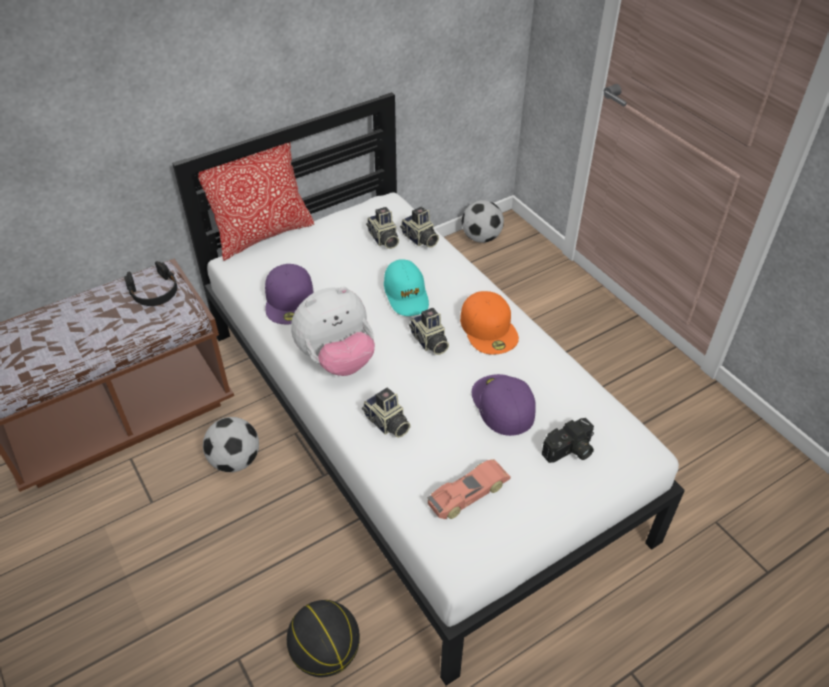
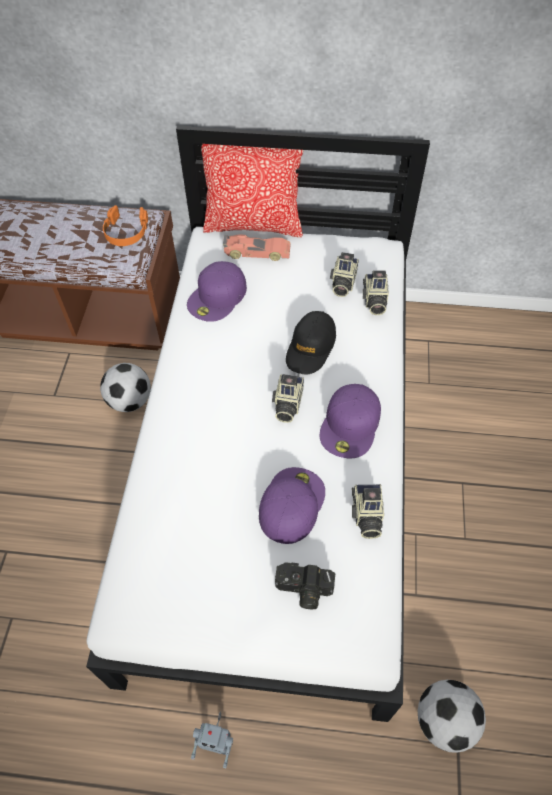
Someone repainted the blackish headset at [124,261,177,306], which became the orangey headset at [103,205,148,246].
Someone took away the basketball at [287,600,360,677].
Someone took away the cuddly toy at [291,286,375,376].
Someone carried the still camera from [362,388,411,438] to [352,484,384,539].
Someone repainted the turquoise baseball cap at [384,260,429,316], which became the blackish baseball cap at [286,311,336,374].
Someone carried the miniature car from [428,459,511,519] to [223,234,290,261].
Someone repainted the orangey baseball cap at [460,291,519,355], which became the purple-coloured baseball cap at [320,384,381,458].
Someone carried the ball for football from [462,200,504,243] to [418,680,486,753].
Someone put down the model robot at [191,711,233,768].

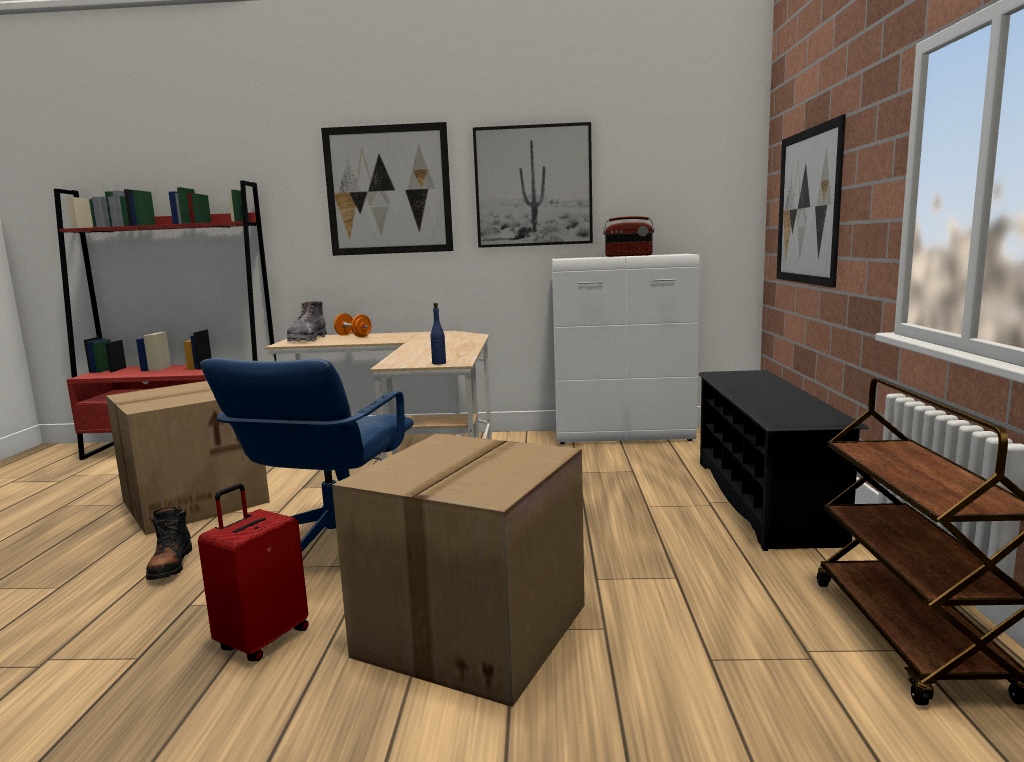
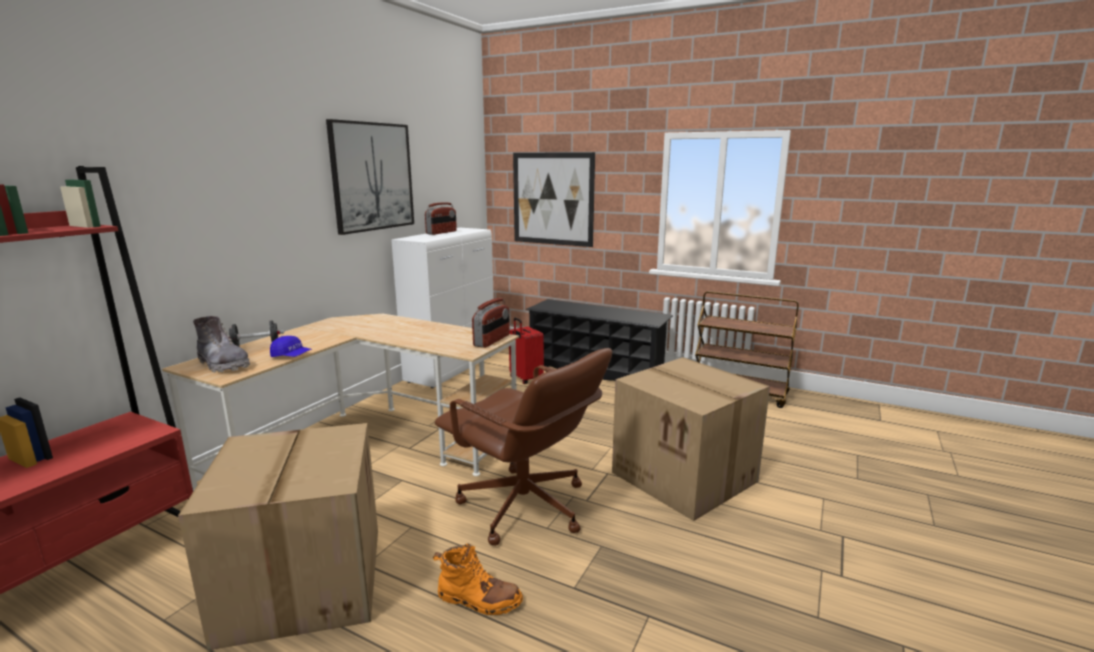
Someone repainted the blackish boot at [146,506,192,580], which became the orangey boot at [433,544,523,615].
Someone carried the reddish piece of luggage from [198,484,309,661] to [509,318,544,384].
Someone repainted the bluish office chair at [201,358,414,551], which became the brownish office chair at [435,348,612,546].
Someone took away the picture at [321,122,453,256].
Someone repainted the orangey dumbbell at [334,313,371,337], which became the blackish dumbbell at [229,320,284,347].
Someone swapped the bluish beverage bottle at [431,303,446,365] for the radio set at [472,298,510,348].
Someone put down the bluish baseball cap at [270,336,312,357].

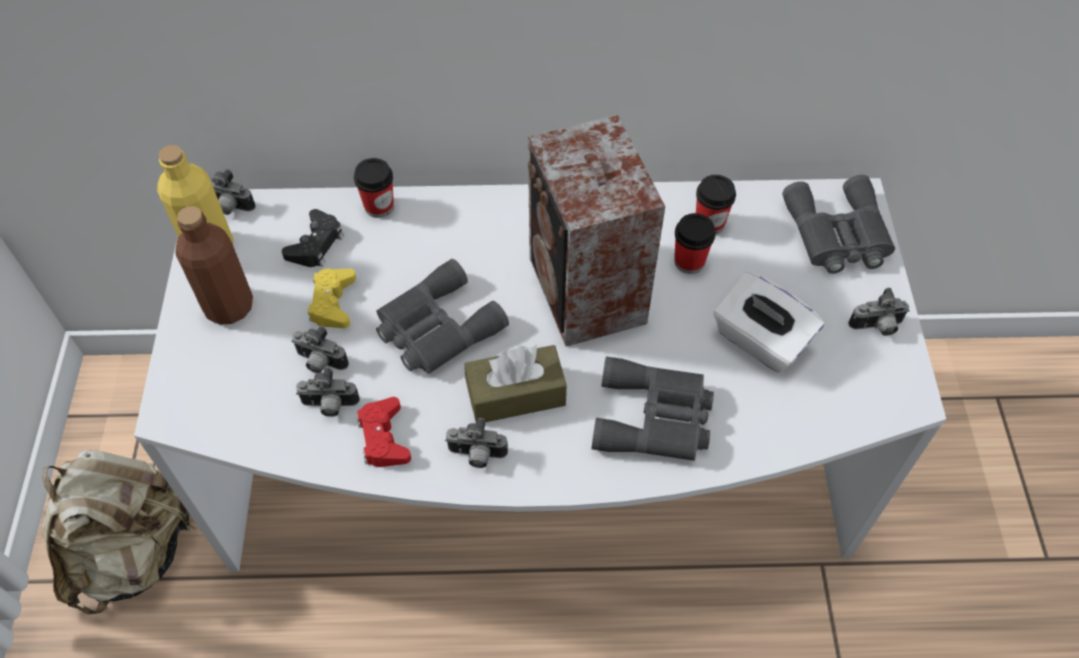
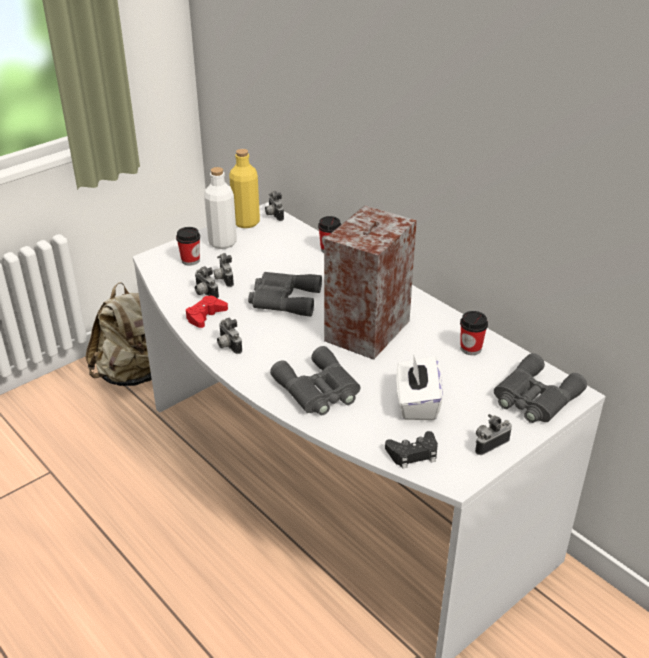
Someone repainted the brownish beverage bottle at [175,206,253,325], which became the white-coloured beverage bottle at [204,167,237,249].
Someone carried the blackish game controller from [282,209,344,267] to [385,431,438,469].
Someone took away the yellow game controller at [308,268,356,328].
Someone took away the brownish tissue box at [465,345,567,424].
Someone carried the drinking cup from [674,213,716,274] to [176,227,200,266].
Someone rotated the still camera at [848,288,910,336] by 105 degrees clockwise.

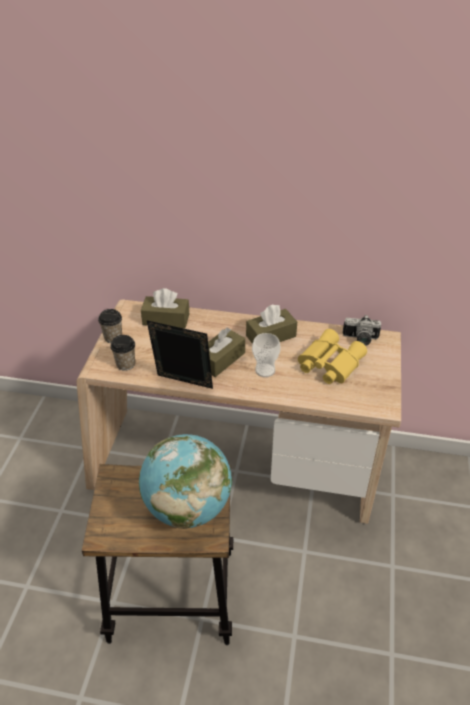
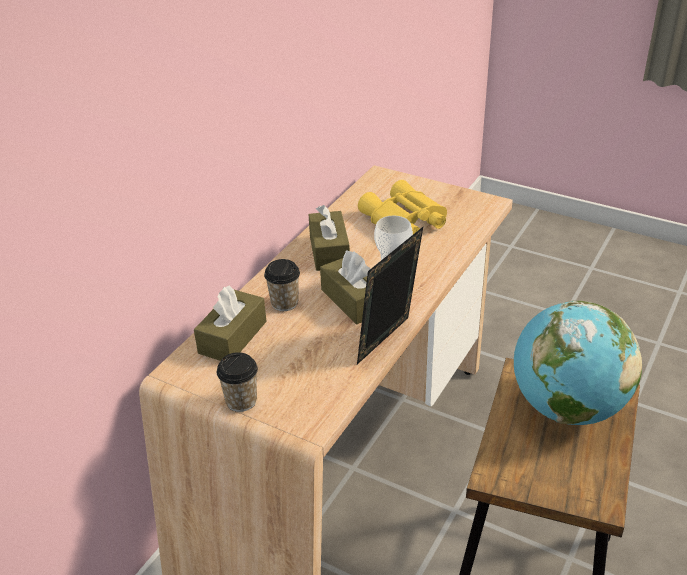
Someone carried the drinking cup from [110,335,135,371] to [264,259,300,311].
Someone took away the still camera at [343,315,381,346].

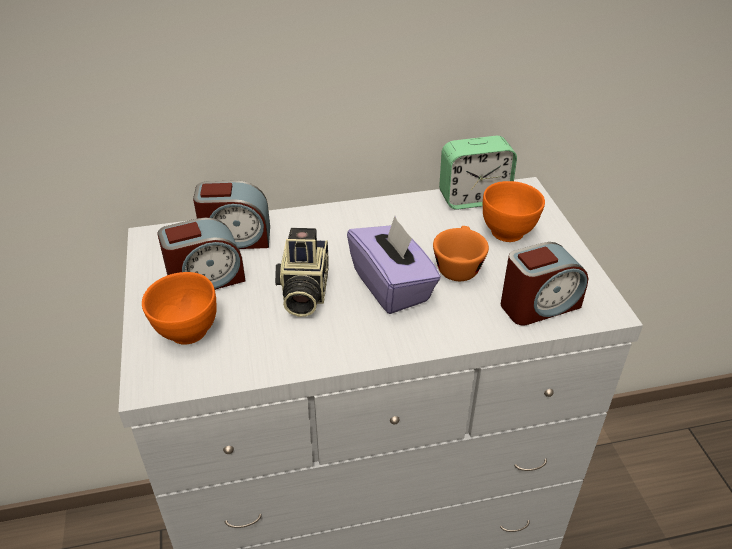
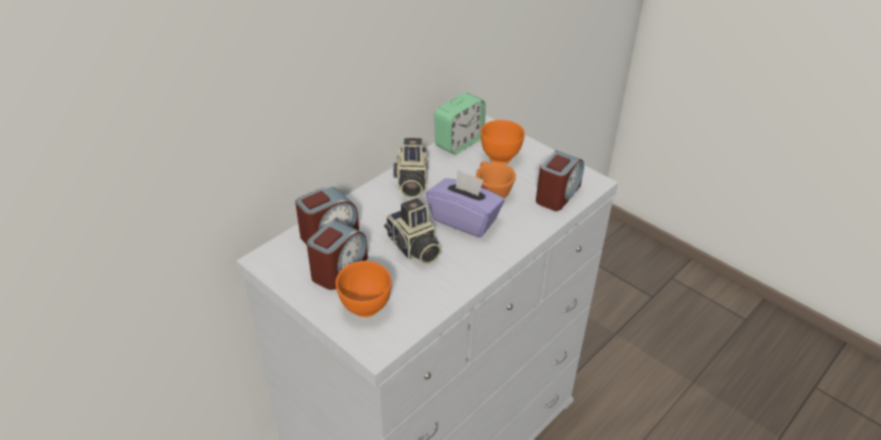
Someone put down the still camera at [393,138,429,198].

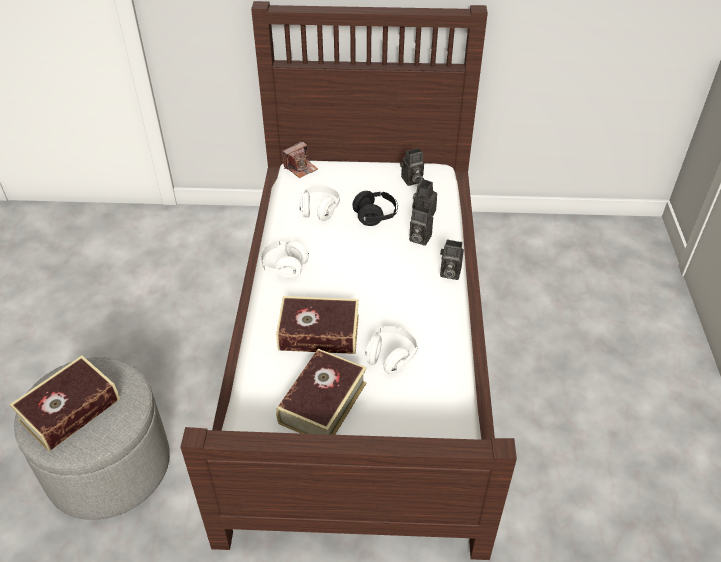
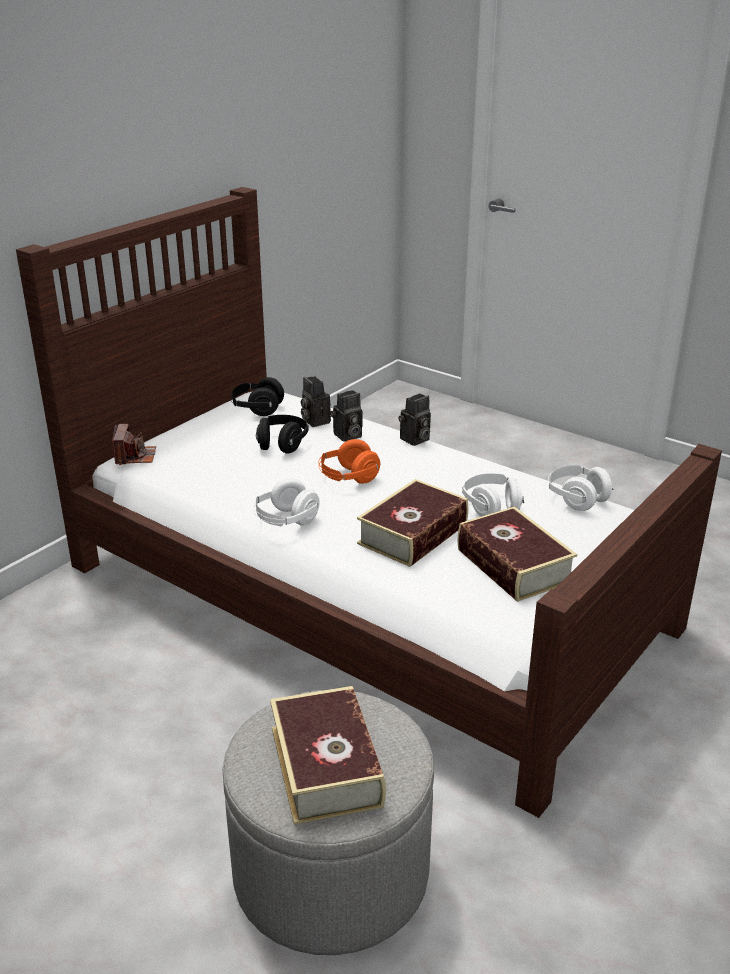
Someone carried the white-coloured headset from [299,185,340,221] to [548,465,614,511].
Someone swapped the still camera at [400,148,424,186] for the blackish headset at [230,377,284,416].
Someone put down the orangey headset at [319,439,380,484].

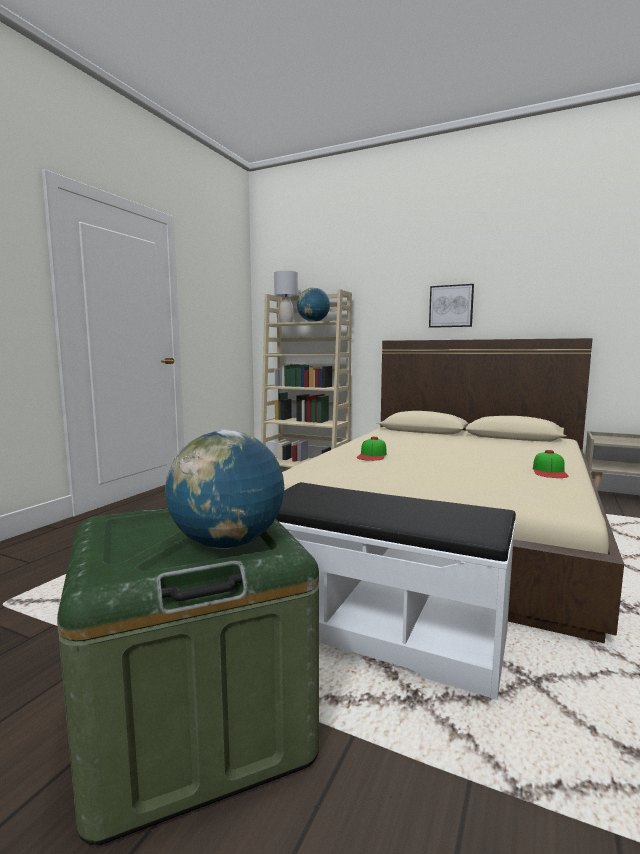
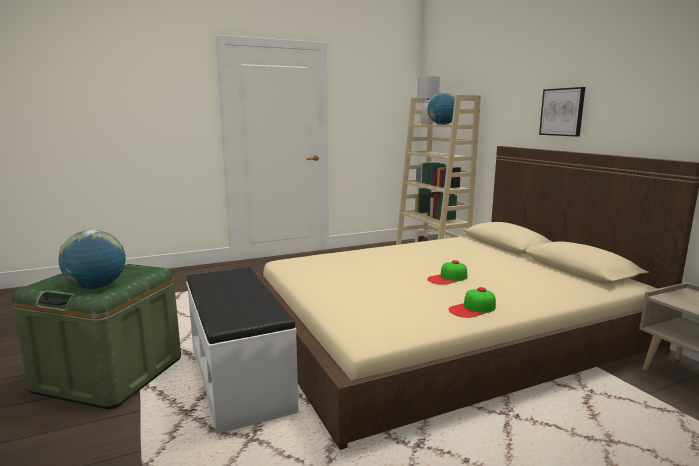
Someone carried the baseball cap from [357,437,387,461] to [427,260,467,285].

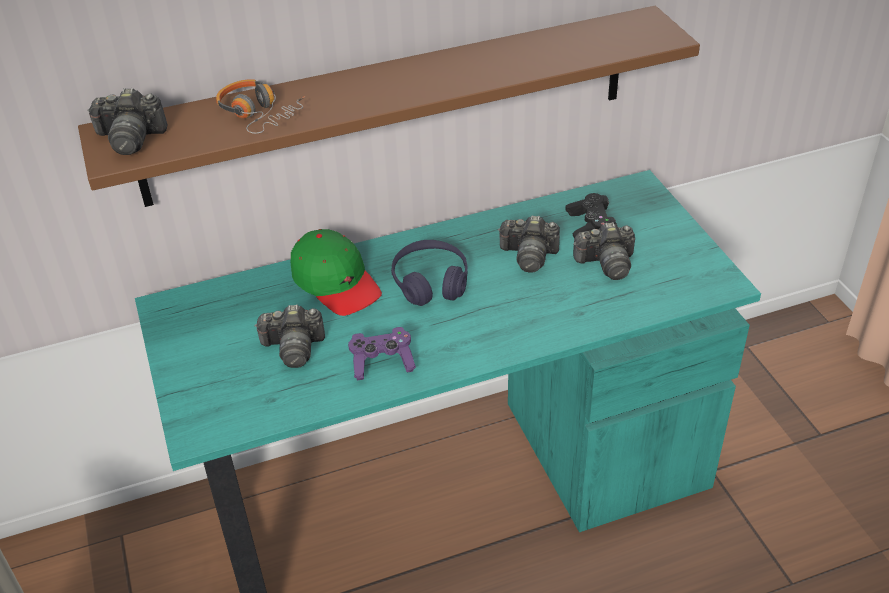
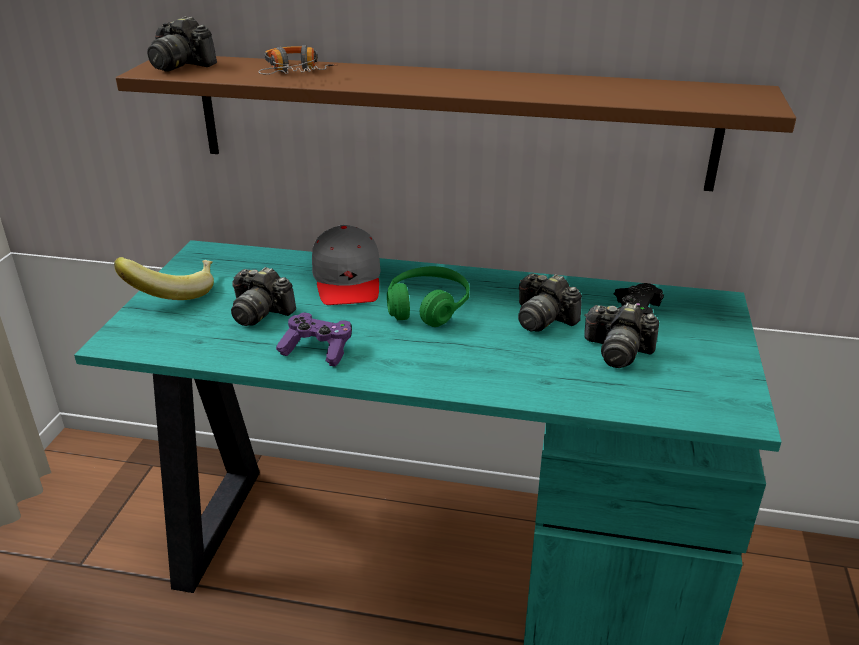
Someone repainted the green-coloured baseball cap at [291,229,382,316], which became the greyish baseball cap at [312,225,381,305].
Someone repainted the purple-coloured headset at [391,240,468,306], which became the green-coloured headset at [387,266,469,327].
Someone put down the whole banana at [114,257,214,300].

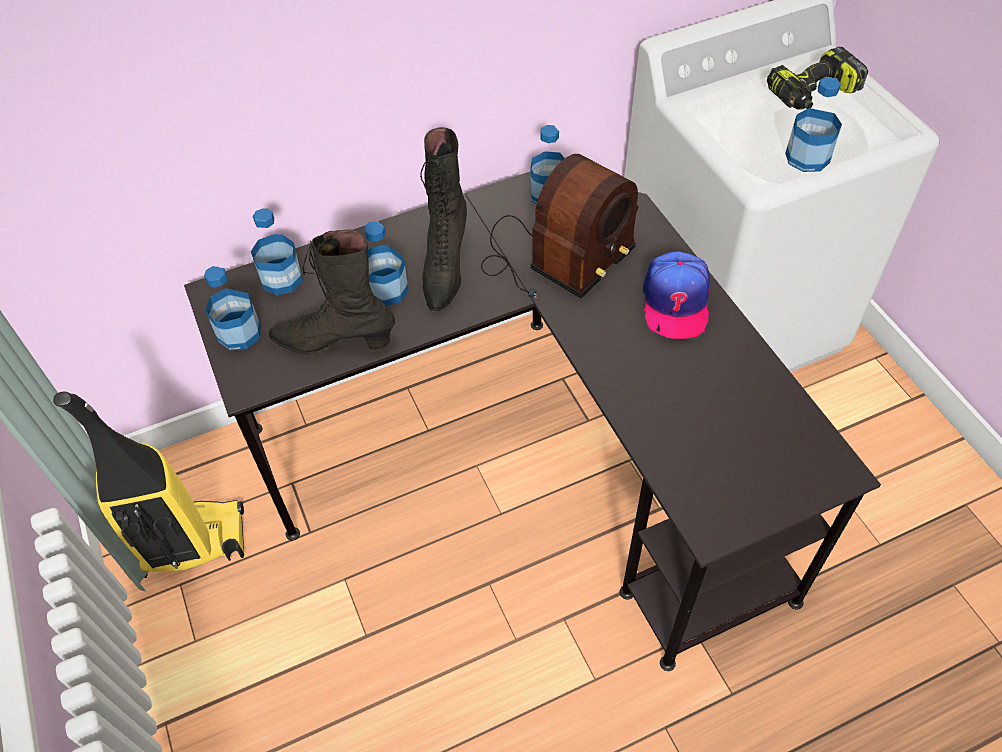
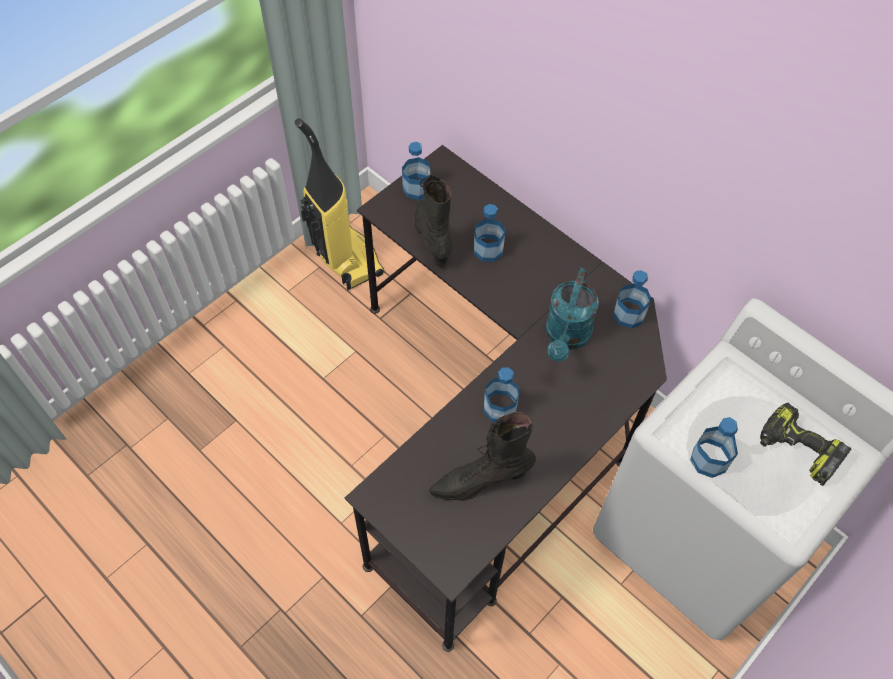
Someone carried the beverage bottle from [251,208,303,295] to [484,367,520,422].
Someone carried the blackish boot from [420,127,467,312] to [429,412,536,500].
Someone swapped the radio set at [481,154,639,298] for the turquoise sprinkling can at [546,268,599,362].
Someone took away the baseball cap at [643,251,710,339].

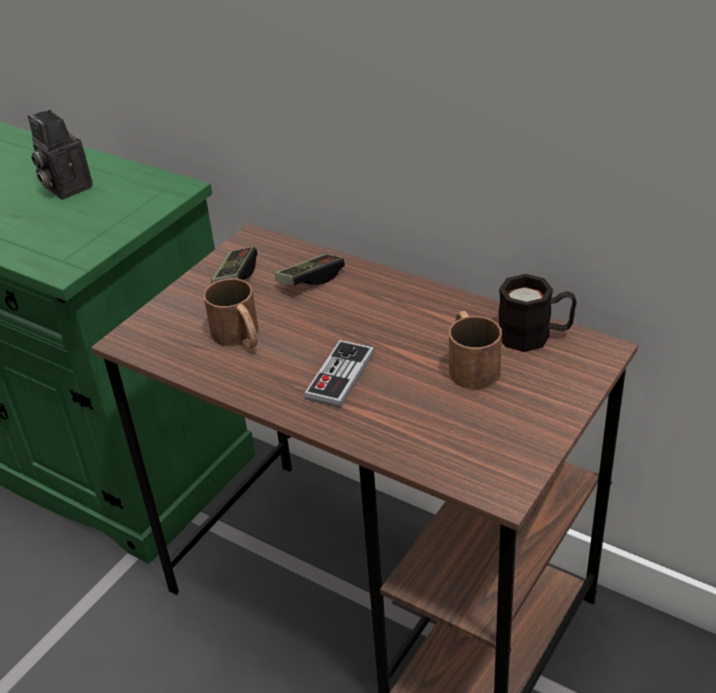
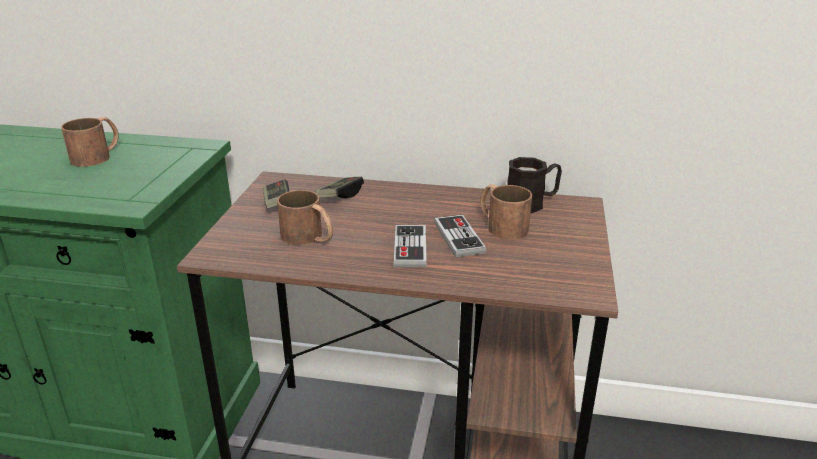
Someone swapped the still camera at [28,110,93,199] for the brownish mug at [61,117,119,167].
Someone put down the game controller at [434,215,486,257].

